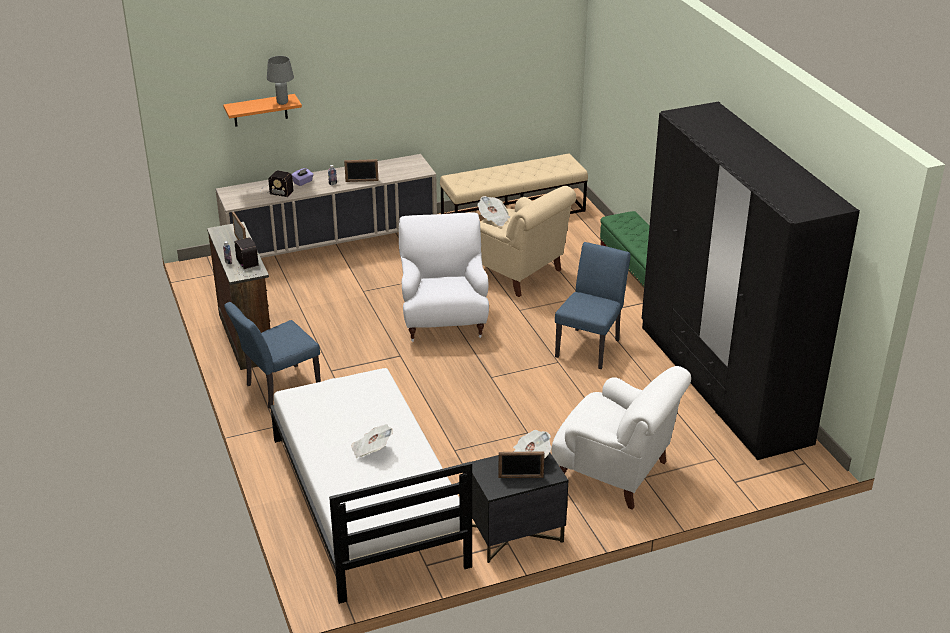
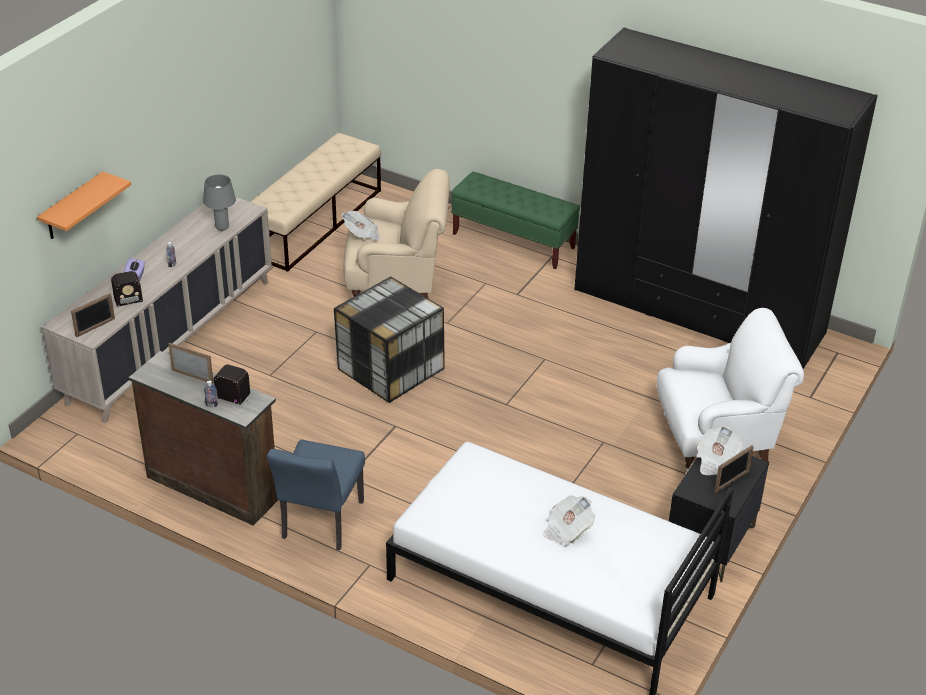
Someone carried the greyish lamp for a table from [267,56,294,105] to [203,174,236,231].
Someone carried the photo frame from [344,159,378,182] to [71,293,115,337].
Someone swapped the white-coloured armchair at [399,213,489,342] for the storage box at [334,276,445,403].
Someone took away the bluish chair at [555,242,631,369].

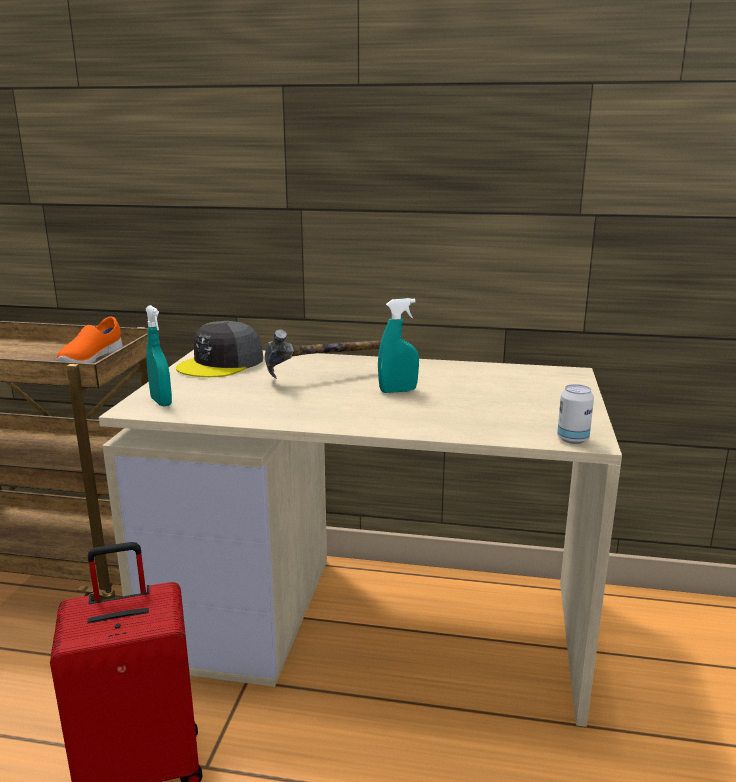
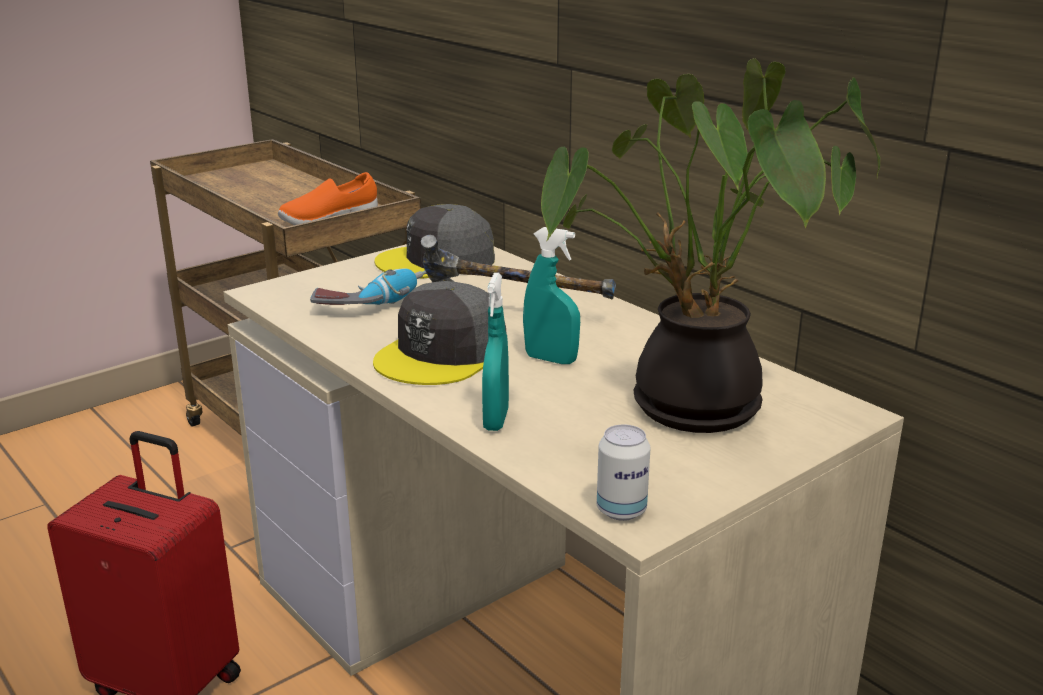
Someone carried the turquoise hand sprayer from [145,305,172,406] to [482,273,509,431].
Someone put down the power drill at [310,268,427,305].
Someone put down the greyish baseball cap at [373,281,506,385].
Someone put down the houseplant at [541,58,880,433].

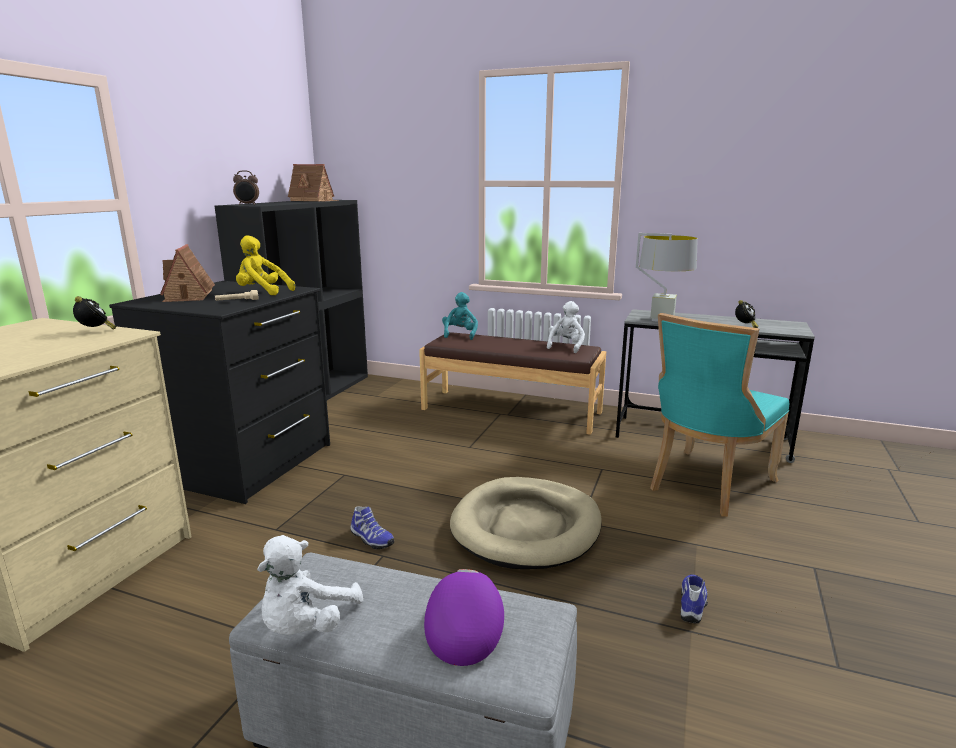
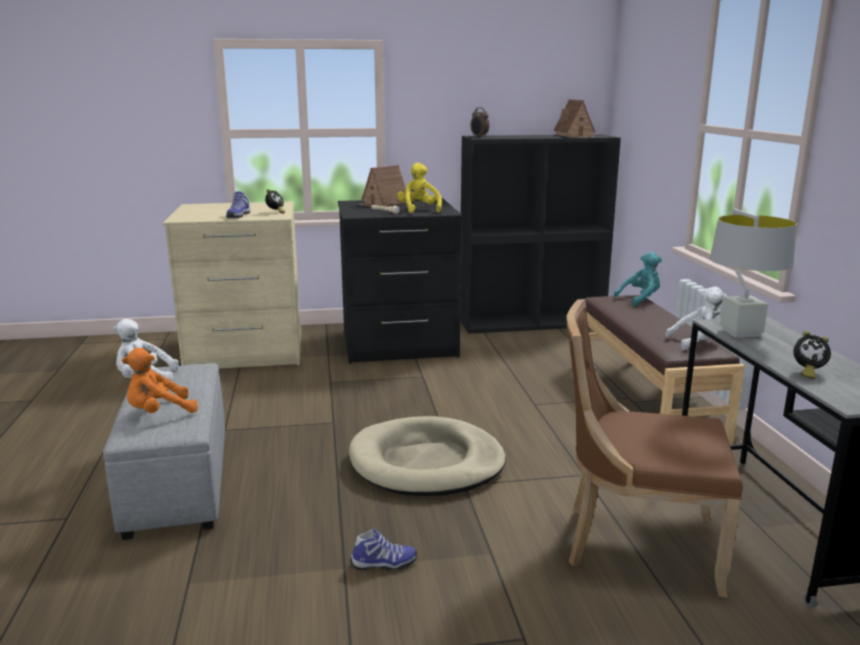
Someone carried the item of footwear from [350,506,394,549] to [226,191,251,218].
Someone swapped the purple-coloured baseball cap at [424,569,504,666] for the orangey cuddly toy at [122,348,198,413].
Someone repainted the turquoise chair at [650,313,789,517], which became the brownish chair at [566,299,743,598].

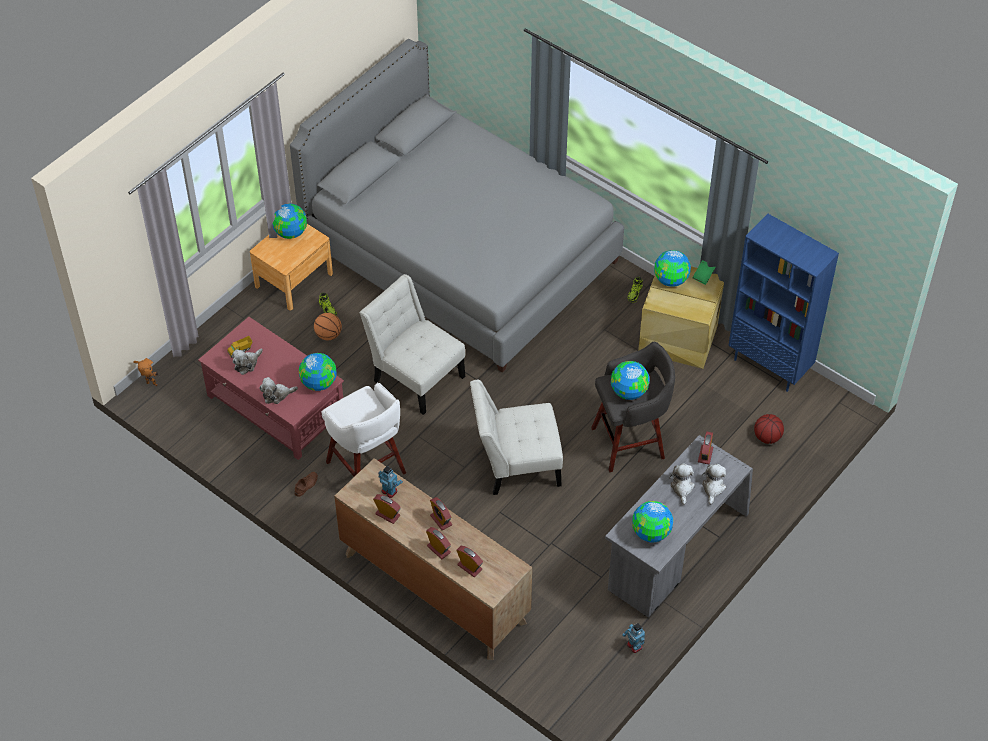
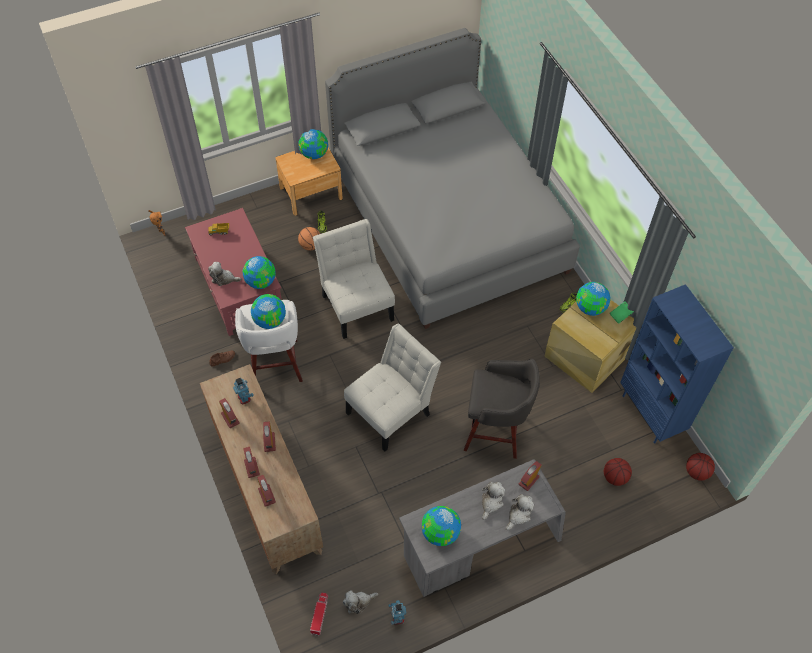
Someone carried the cuddly toy from [232,348,263,375] to [343,590,378,614].
Someone rotated the white-coloured chair at [470,380,563,495] by 120 degrees clockwise.
Someone carried the desk globe from [611,361,649,400] to [251,294,286,329].
Someone put down the toy truck at [310,592,328,636].
Someone put down the basketball at [686,453,715,481].

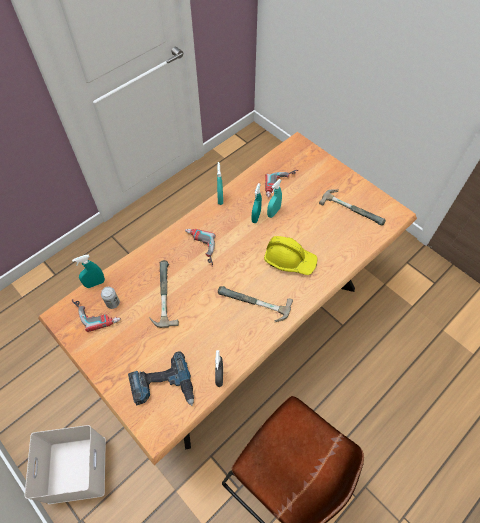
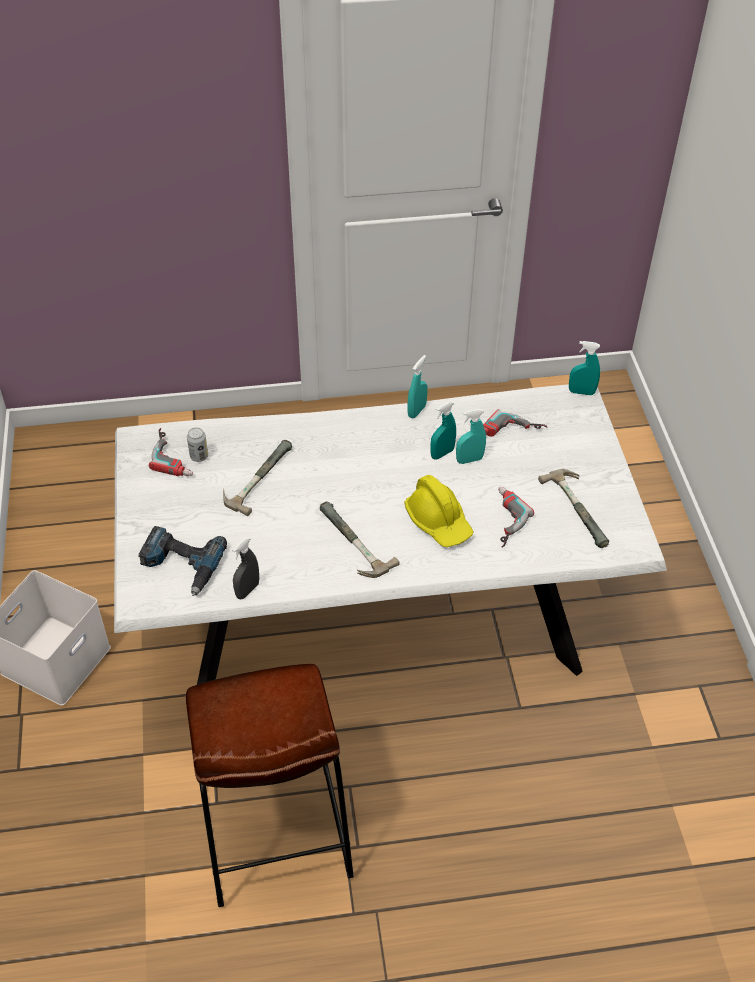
Someone repainted the brownish dinner table at [38,132,417,465], which became the white-coloured dinner table at [114,384,667,685].
Someone carried the turquoise hand sprayer from [72,255,105,288] to [569,341,600,395].
Someone carried the power drill from [185,229,216,266] to [498,487,534,548].

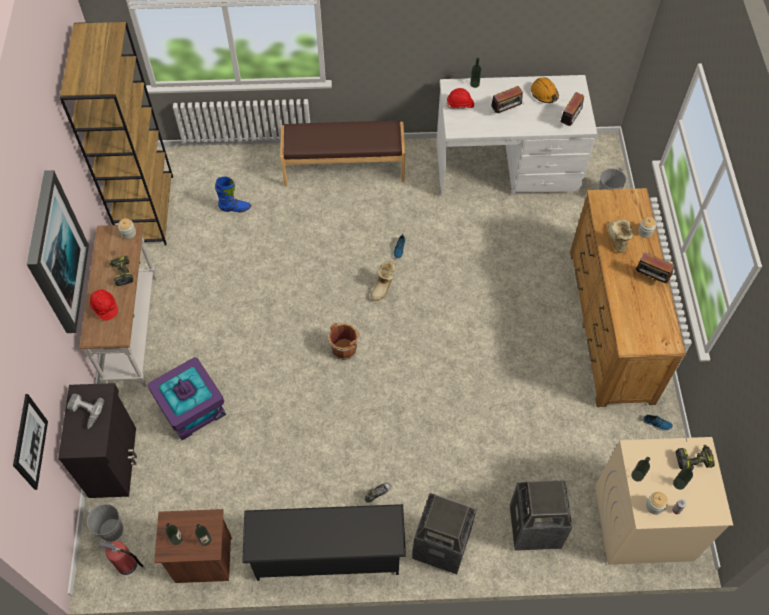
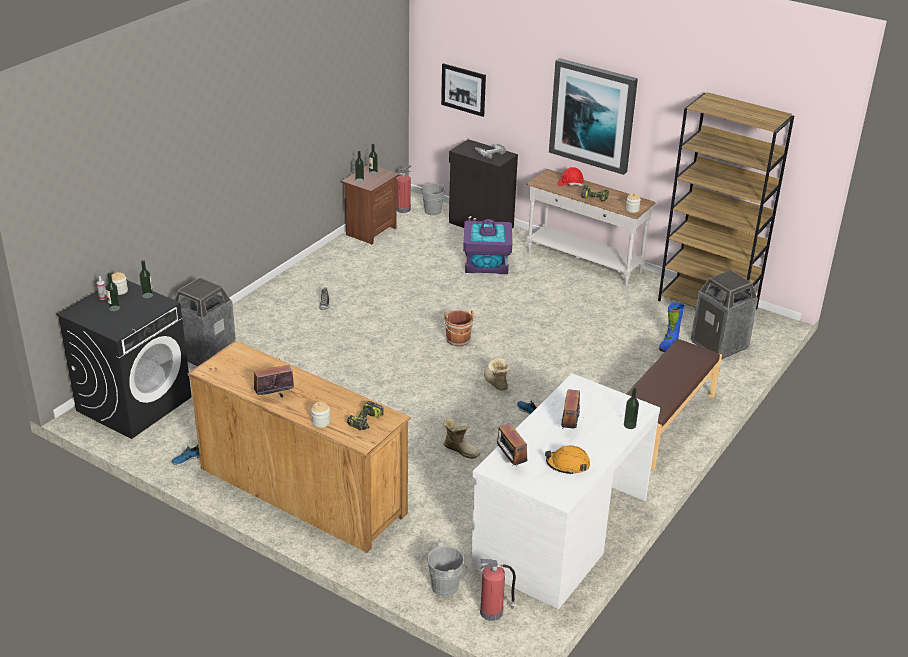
Someone took away the blackish shoe rack at [242,504,406,581].
Someone carried the waste bin from [412,493,477,574] to [691,270,758,360].
Someone took away the reddish safety helmet at [447,88,474,109].
Someone repainted the beige-coloured washing machine at [595,437,733,565], which became the blackish washing machine at [56,280,192,439].
Someone carried the boot from [607,219,633,253] to [443,419,480,459].
Someone carried the power drill from [676,445,715,469] to [347,401,384,430].
Someone put down the extinguisher at [480,559,516,621].

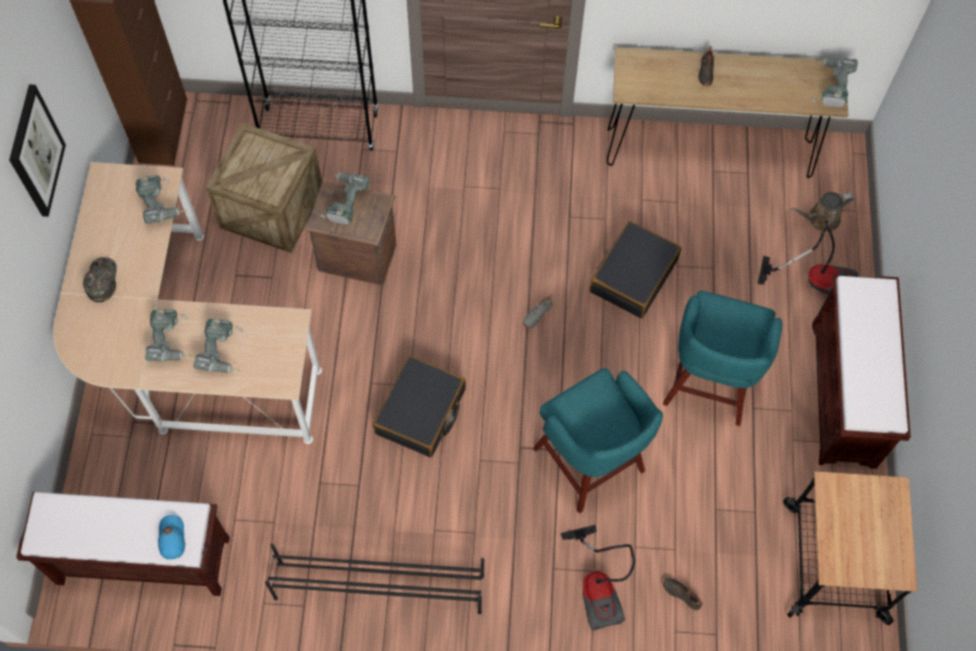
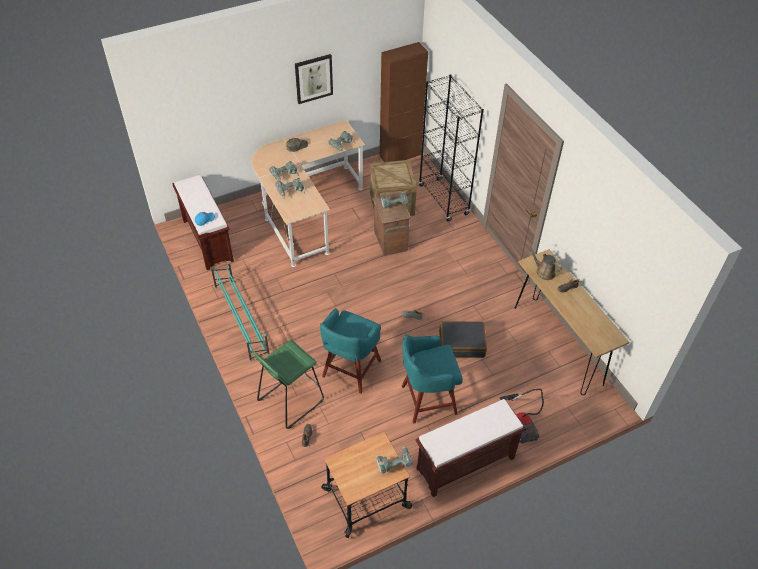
Someone repainted the blackish shoe rack at [265,544,484,614], which became the turquoise shoe rack at [211,262,270,361].
Someone took away the blackish piece of luggage at [373,355,466,457].
Someone swapped the vacuum at [561,525,635,630] for the green-coloured sitting stool at [253,340,324,429].
Someone carried the brownish sprinkling can from [791,192,854,231] to [527,242,562,280].
Someone carried the power drill from [812,57,858,107] to [376,445,413,474].

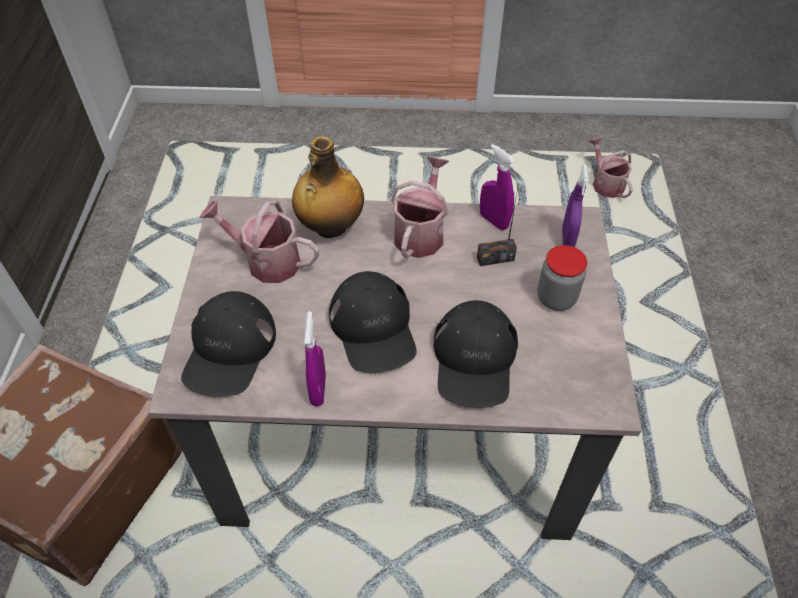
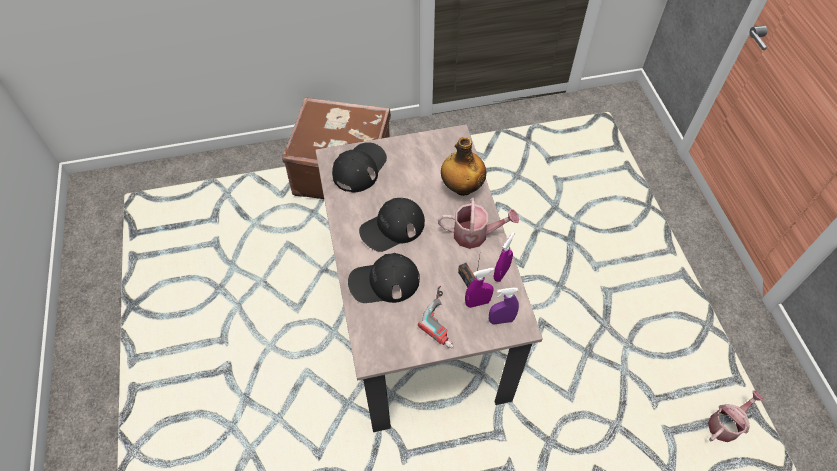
Someone rotated the blackish baseball cap at [181,291,276,397] by 120 degrees clockwise.
Someone took away the sprinkling can at [199,200,319,283].
Someone carried the purple-coloured hand sprayer from [304,311,326,406] to [465,268,494,308].
Someone swapped the jar at [537,245,587,311] for the power drill at [418,286,454,349].

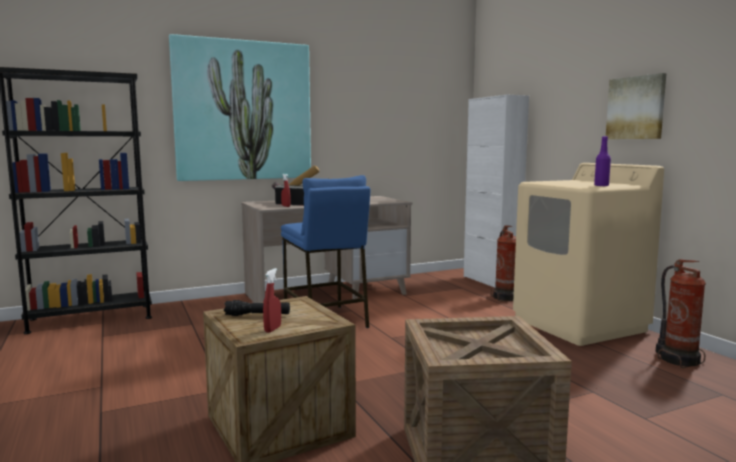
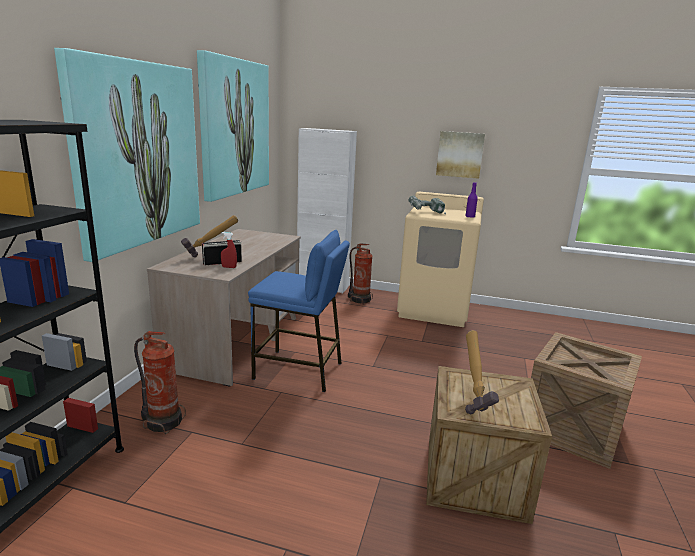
Someone swapped the blackish flashlight at [224,300,290,316] for the hammer at [465,330,499,414].
Someone took away the reddish hand sprayer at [263,268,281,333].
Someone carried the extinguisher from [656,259,706,368] to [134,331,186,434].
Someone put up the picture at [197,50,269,202].
Someone put down the power drill at [408,196,446,214].

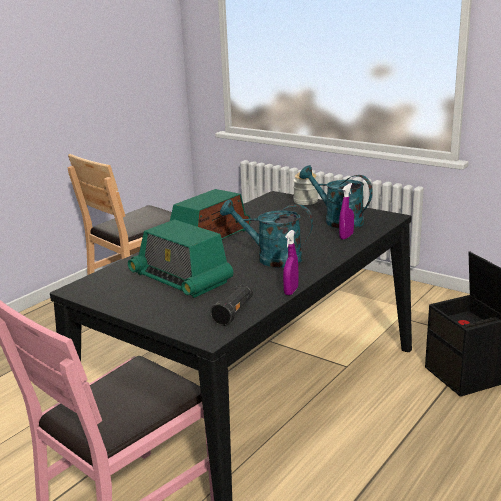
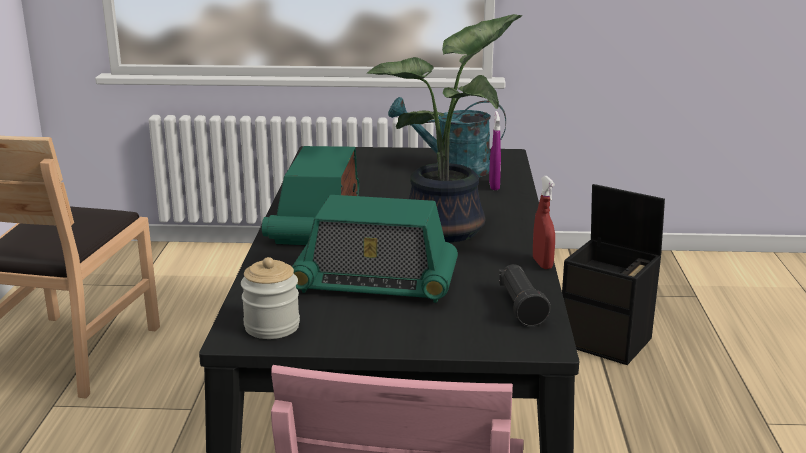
Someone swapped the turquoise sprinkling can at [220,199,313,268] for the houseplant at [367,14,522,243].
Someone repainted the purple-coloured hand sprayer at [283,230,299,295], which became the reddish hand sprayer at [533,176,555,269].
Someone carried the jar from [293,172,318,205] to [241,257,300,339].

